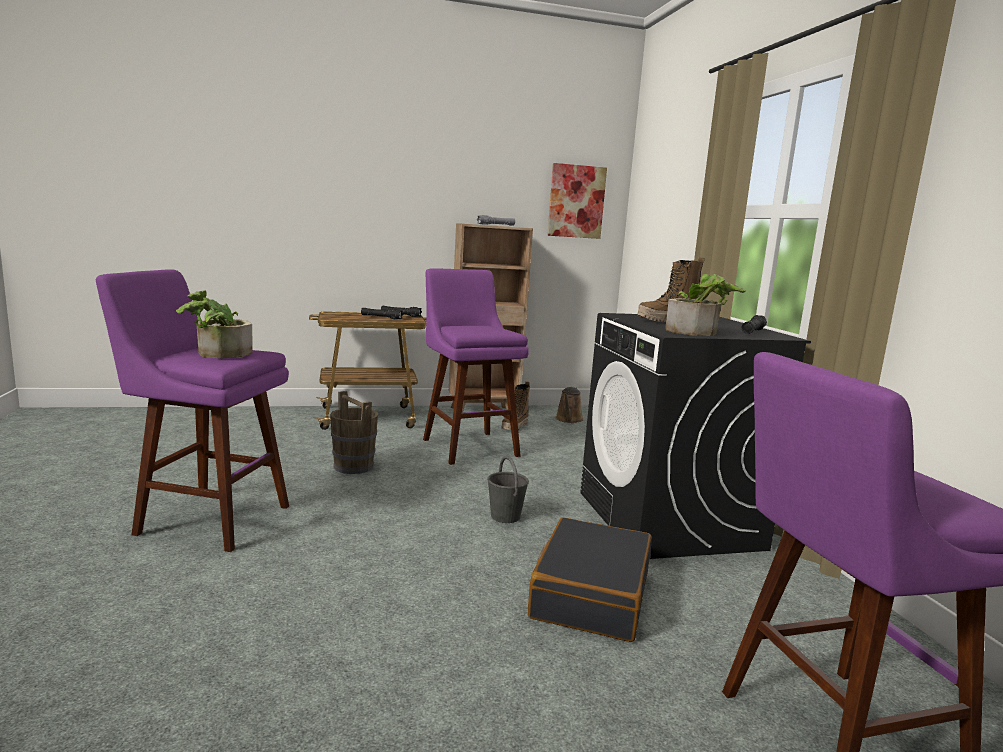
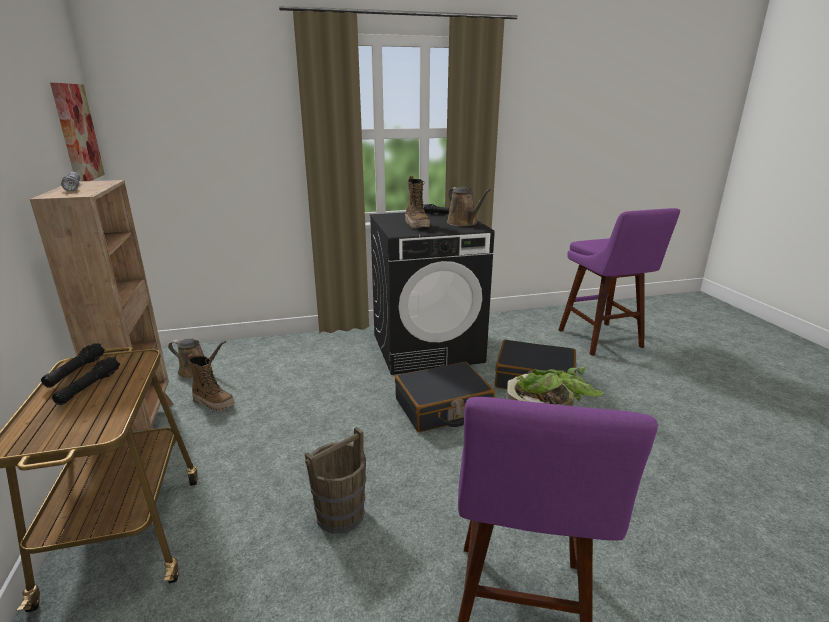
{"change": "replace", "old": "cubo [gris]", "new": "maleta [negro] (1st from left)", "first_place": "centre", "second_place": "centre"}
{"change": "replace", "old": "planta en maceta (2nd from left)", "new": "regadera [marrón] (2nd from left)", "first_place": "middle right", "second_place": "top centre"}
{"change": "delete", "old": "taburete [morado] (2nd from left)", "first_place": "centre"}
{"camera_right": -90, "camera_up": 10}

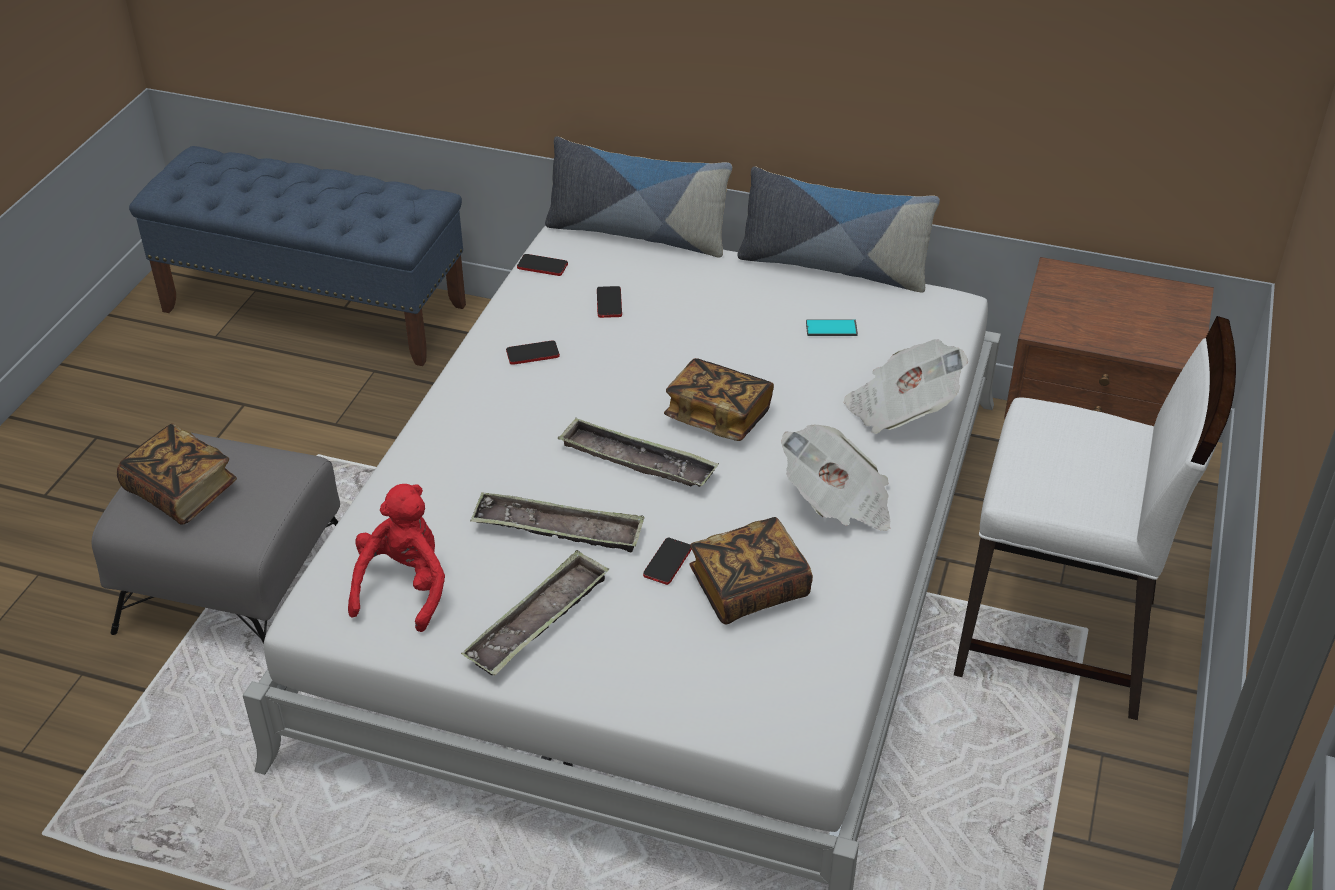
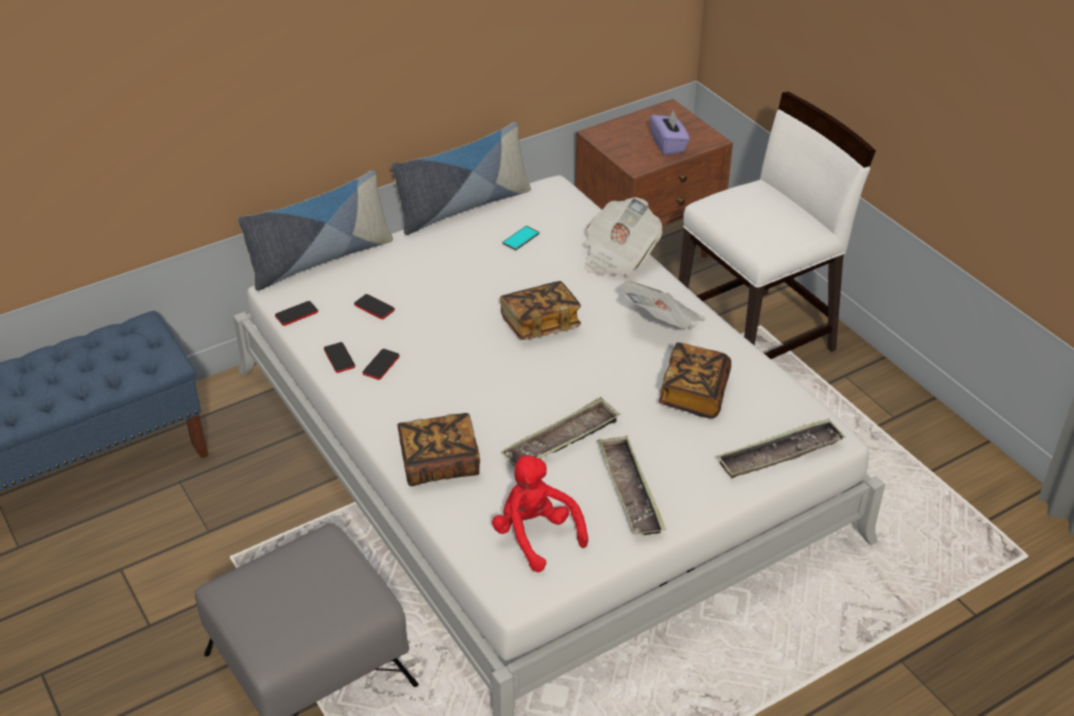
{"change": "move", "old": "móvil (4th from left in the first image)", "new": "móvil (2nd from left)", "first_place": "centre", "second_place": "middle left"}
{"change": "move", "old": "libro (1st from left)", "first_place": "middle left", "second_place": "centre"}
{"change": "insert", "new": "caja de pañuelos [morado]", "second_place": "top centre"}
{"change": "move", "old": "bandeja (3rd from left)", "first_place": "centre", "second_place": "middle right"}
{"camera_right": -50, "camera_up": 0}

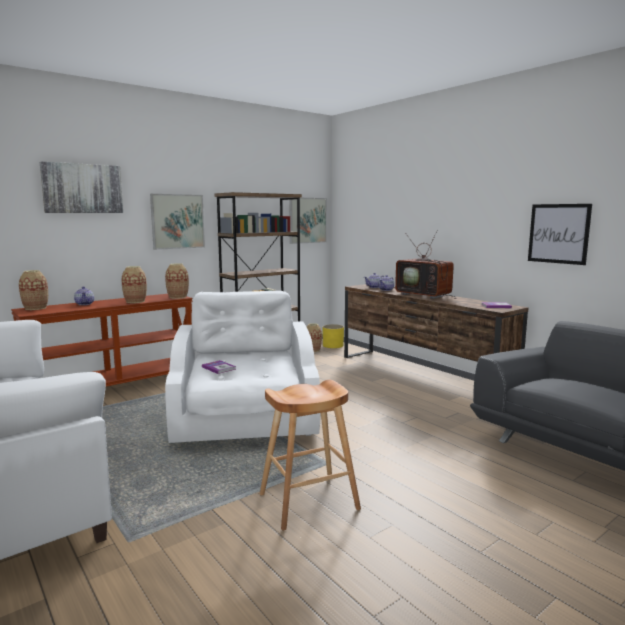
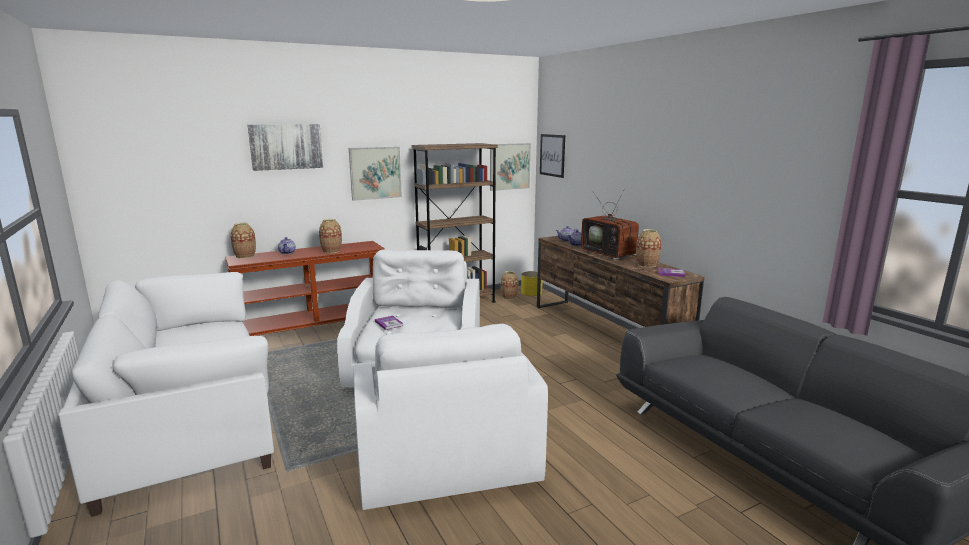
{"change": "replace", "old": "taburete [marrón]", "new": "sillón [blanco] (2nd from left)", "first_place": "bottom centre", "second_place": "bottom centre"}
{"change": "move", "old": "cuadro (4th from left)", "first_place": "middle right", "second_place": "top centre"}
{"change": "move", "old": "florero (3rd from left in the first image)", "new": "florero (4th from left)", "first_place": "middle left", "second_place": "middle right"}
{"camera_right": 10, "camera_up": 5}

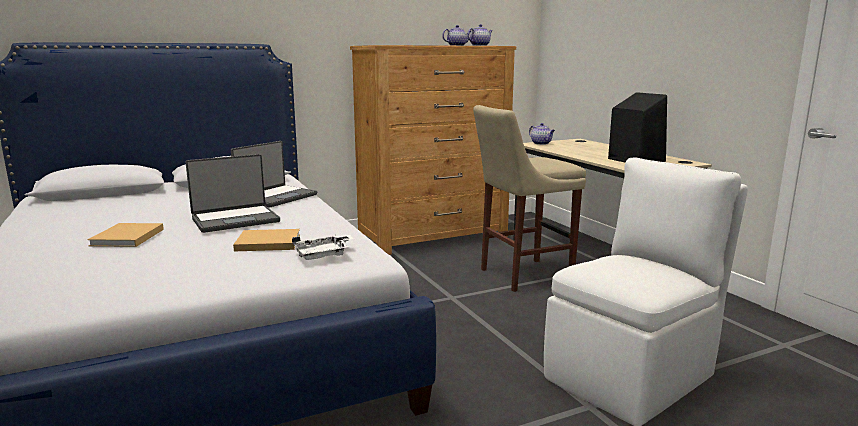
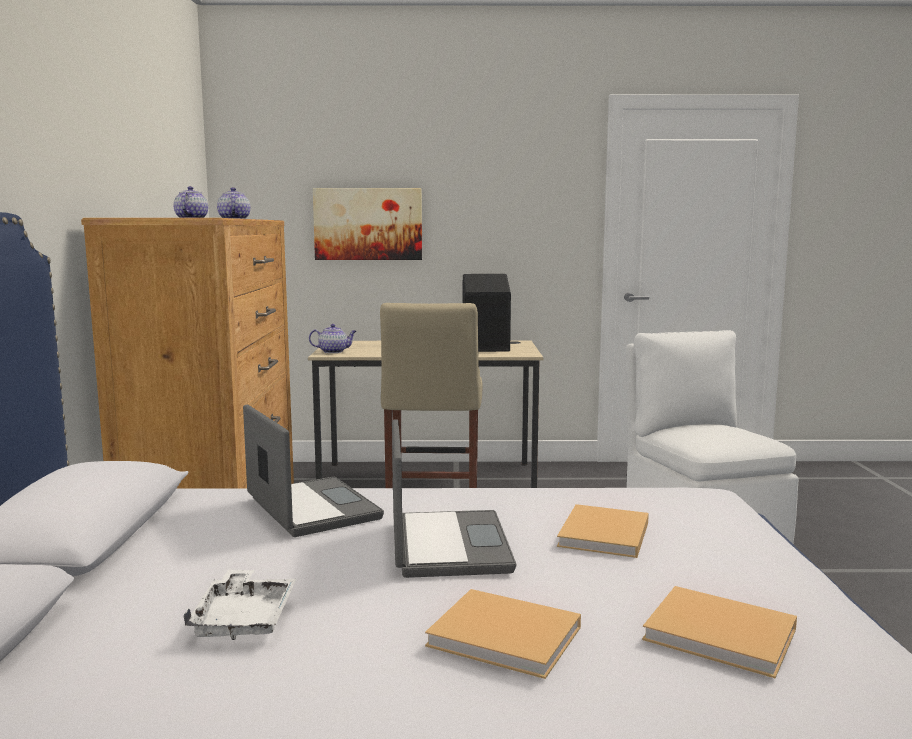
{"change": "move", "old": "bandeja [blanco]", "first_place": "centre", "second_place": "bottom left"}
{"change": "insert", "new": "cuadro", "second_place": "top centre"}
{"change": "insert", "new": "libro [beis] (3rd from left)", "second_place": "bottom right"}
{"camera_right": -65, "camera_up": -5}

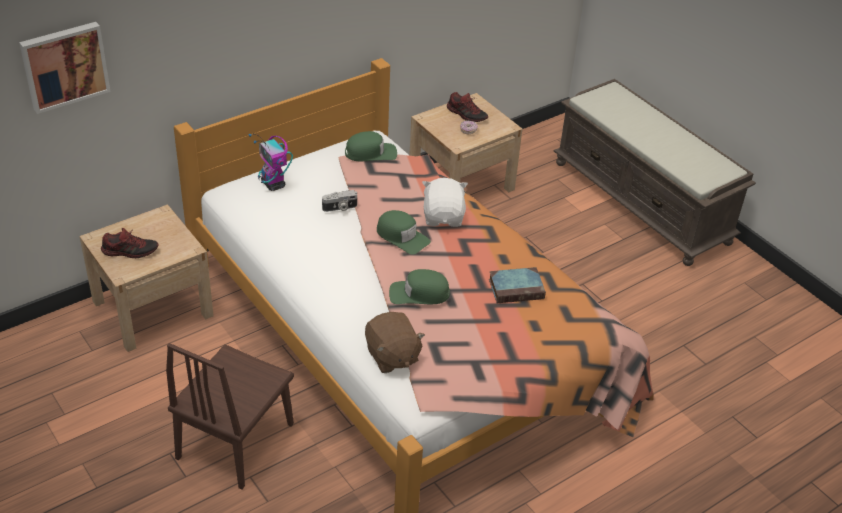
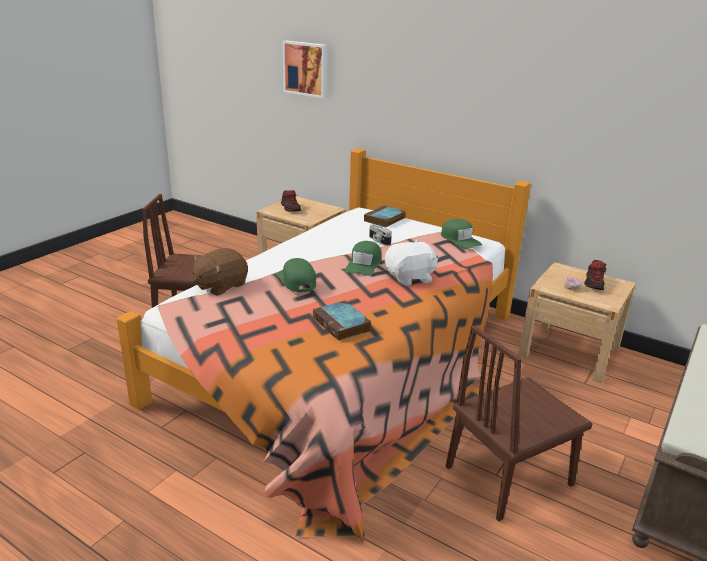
{"change": "replace", "old": "robot de juguete", "new": "libro (2nd from left)", "first_place": "top left", "second_place": "centre"}
{"change": "insert", "new": "silla [marrón] (2nd from left)", "second_place": "bottom right"}
{"camera_right": 70, "camera_up": -15}

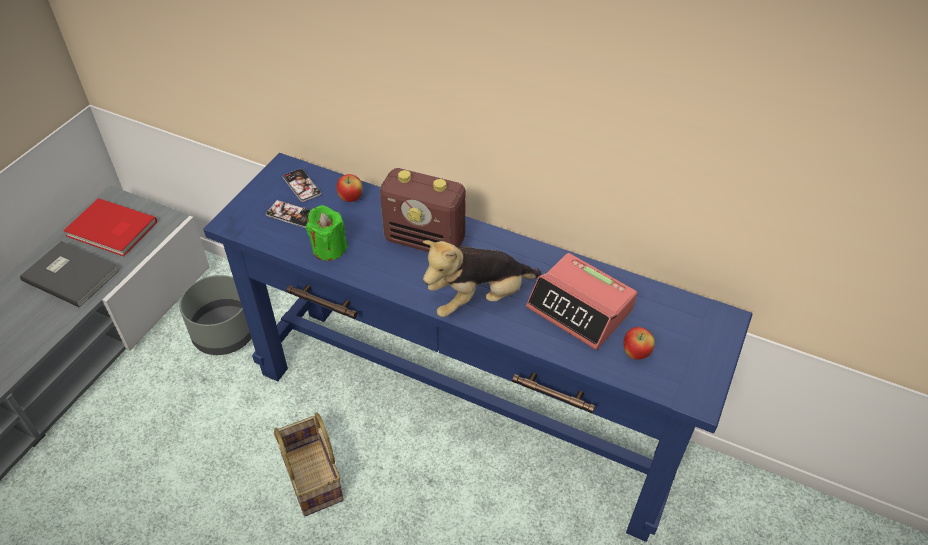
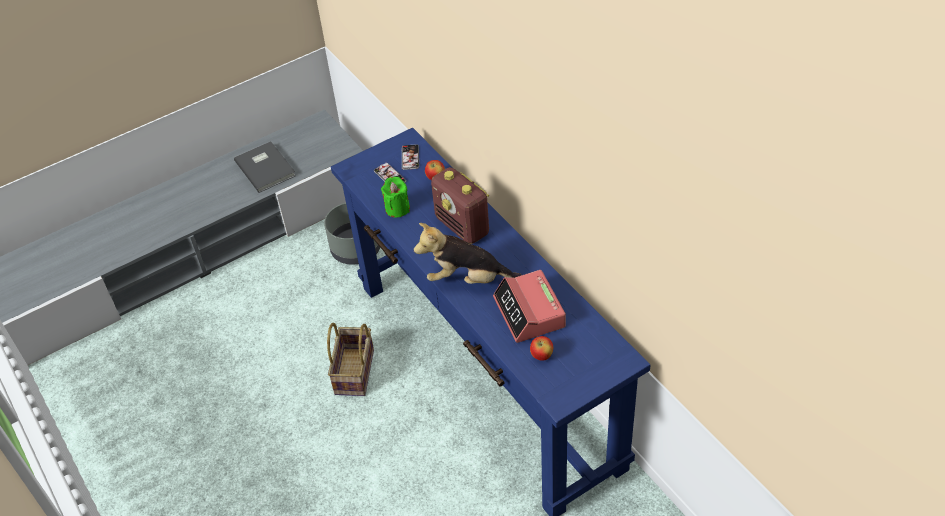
{"change": "delete", "old": "libro [rojo]", "first_place": "middle left"}
{"camera_right": 35, "camera_up": 0}

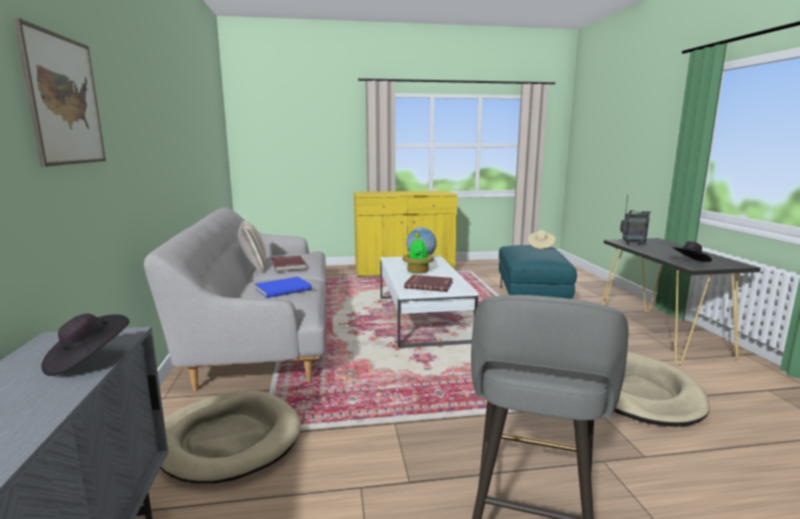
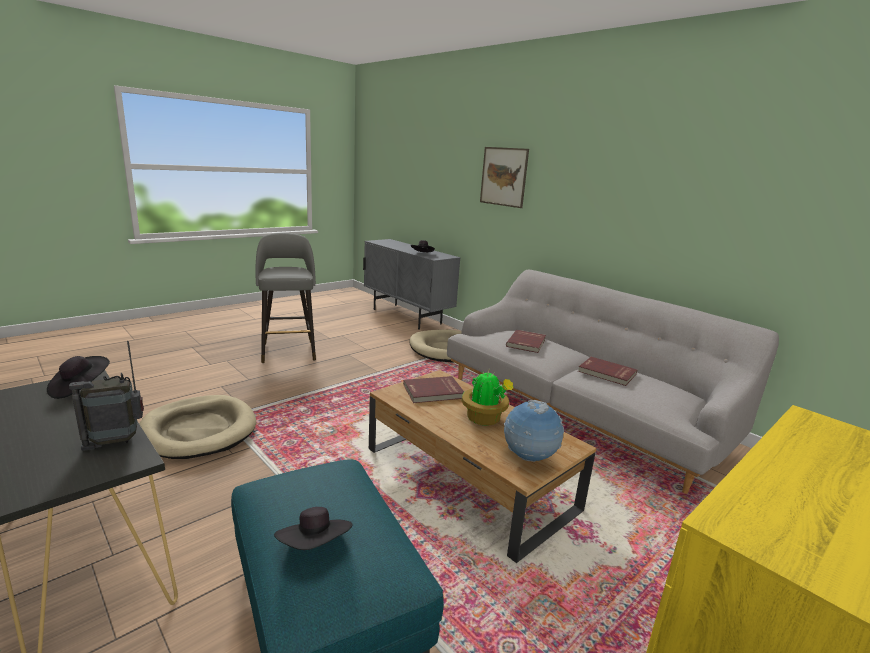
{"change": "recolor", "old": "sombrero [beis]", "new": "sombrero [negro] (2nd from left)", "first_place": "middle right", "second_place": "bottom centre"}
{"change": "recolor", "old": "mesa de centro [blanco]", "new": "mesa de centro [marrón]", "first_place": "centre", "second_place": "bottom centre"}
{"change": "recolor", "old": "libro [azul]", "new": "libro [rojo] (2nd from left)", "first_place": "centre", "second_place": "centre"}
{"change": "delete", "old": "cojín", "first_place": "middle left"}
{"camera_right": 145, "camera_up": 5}

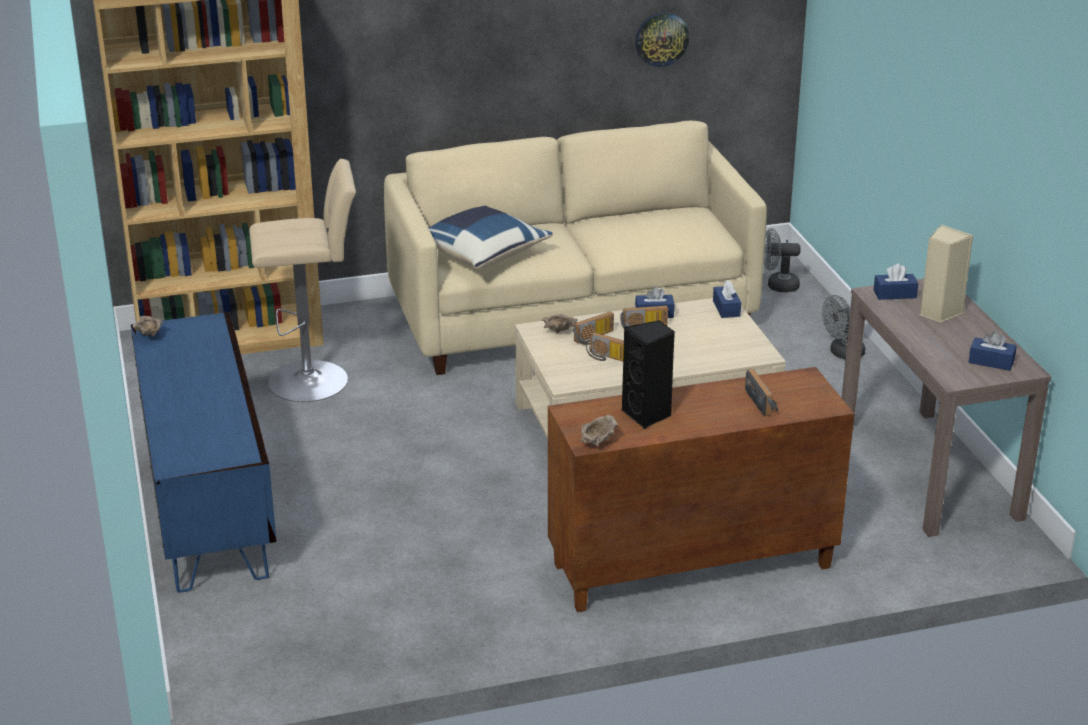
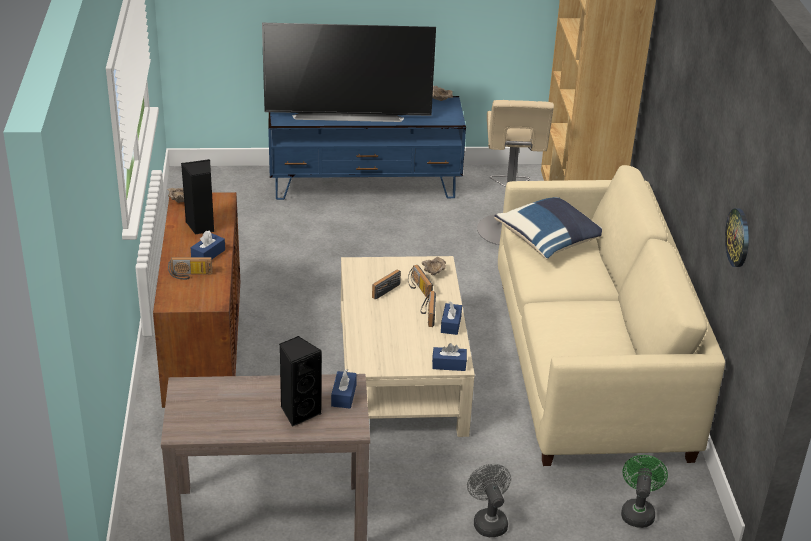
{"change": "move", "old": "caja de pañuelos [azul] (4th from left in the first image)", "new": "caja de pañuelos [azul] (1st from left)", "first_place": "middle right", "second_place": "middle left"}
{"change": "insert", "new": "televisor", "second_place": "top centre"}
{"change": "recolor", "old": "altavoz [beis]", "new": "altavoz [negro] (2nd from left)", "first_place": "middle right", "second_place": "bottom centre"}
{"change": "recolor", "old": "ventilador [gris] (1st from left)", "new": "ventilador [verde]", "first_place": "middle right", "second_place": "bottom right"}
{"camera_right": 100, "camera_up": 5}

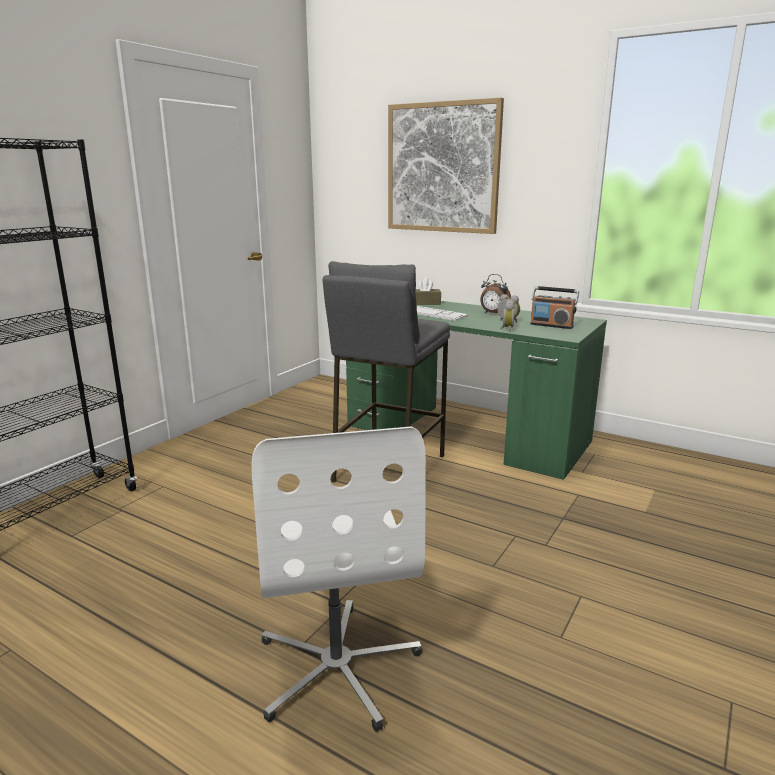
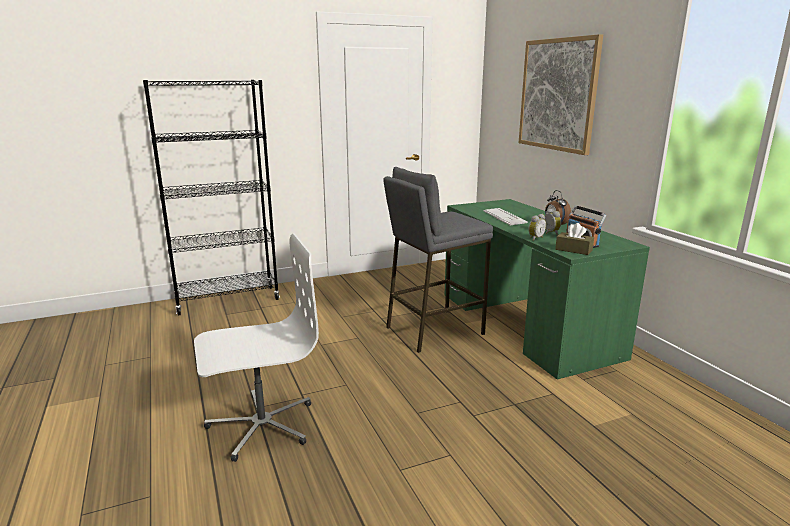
{"change": "rotate", "old": "silla de oficina [blanco]", "first_place": "bottom centre", "second_place": "middle left", "degrees": -135}
{"change": "move", "old": "caja de pañuelos [marrón]", "first_place": "centre", "second_place": "middle right"}
{"camera_right": 35, "camera_up": 0}

